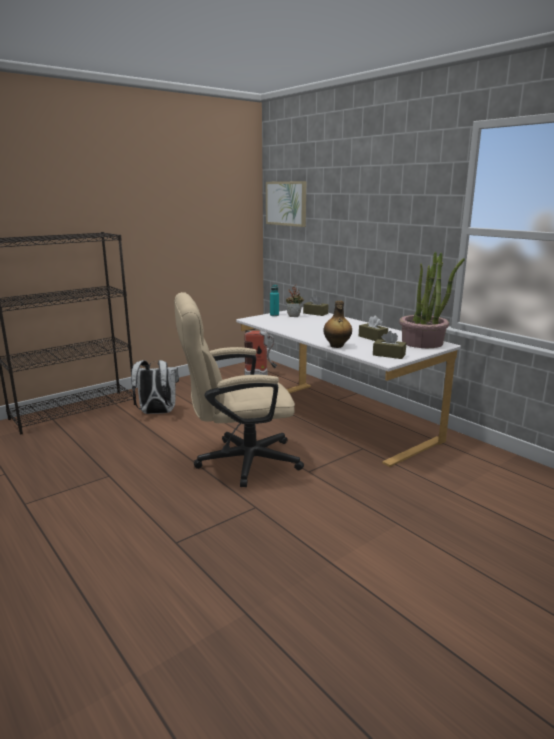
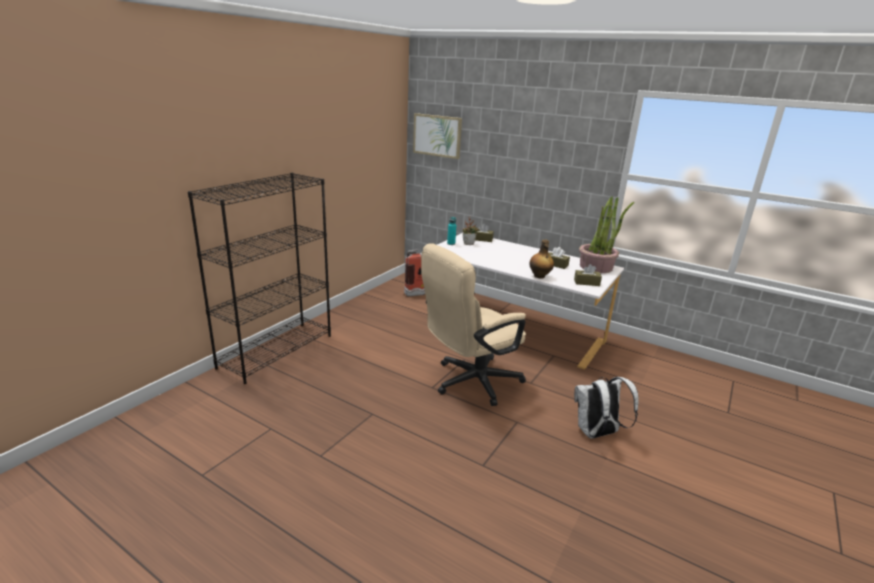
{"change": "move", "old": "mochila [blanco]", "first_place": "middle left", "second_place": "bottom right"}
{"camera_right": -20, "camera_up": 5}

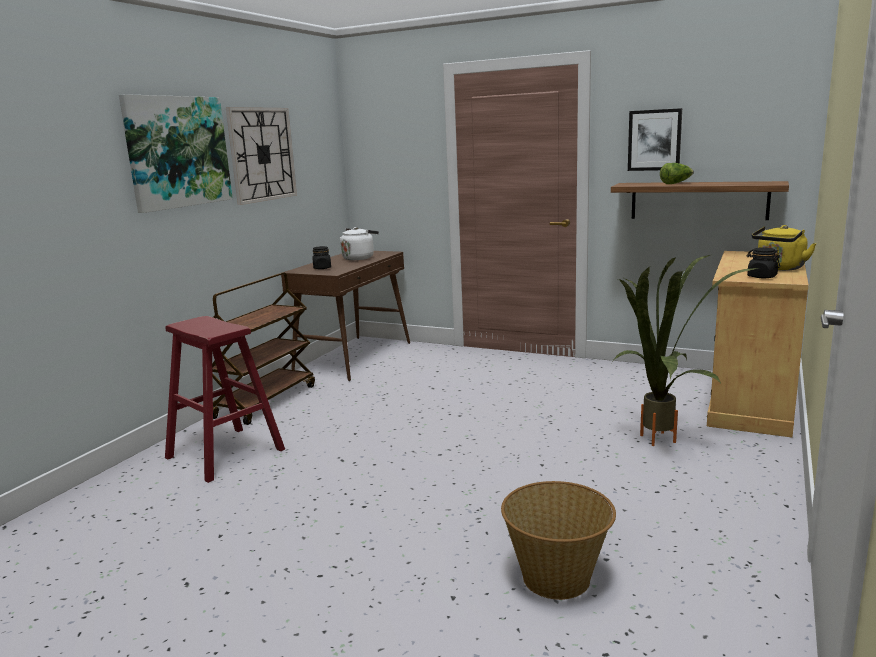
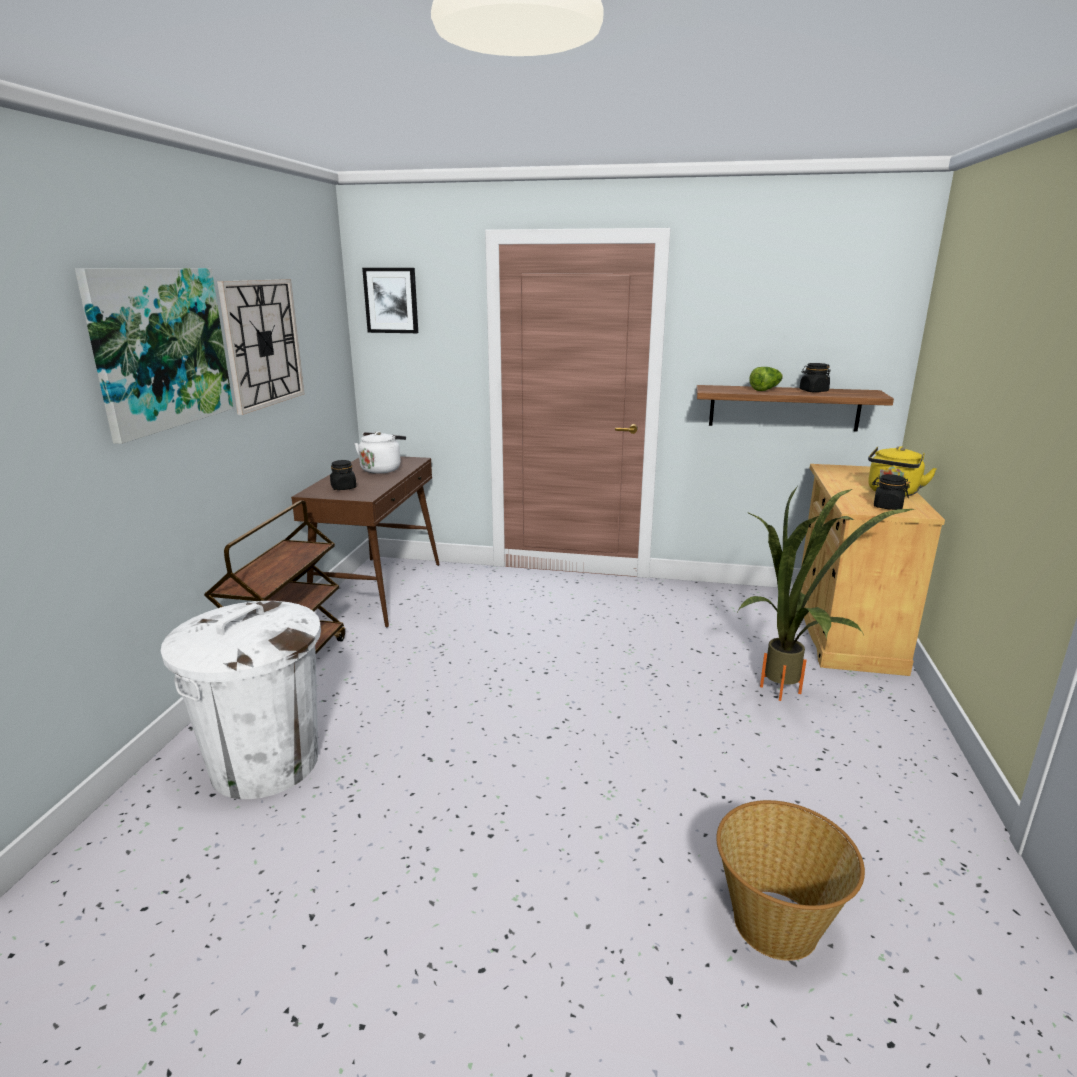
{"change": "replace", "old": "taburete [rojo]", "new": "papelera [blanco]", "first_place": "middle left", "second_place": "middle left"}
{"change": "move", "old": "cuadro (2nd from left)", "first_place": "top right", "second_place": "top centre"}
{"change": "insert", "new": "tarro [negro] (2nd from left)", "second_place": "middle right"}
{"camera_right": -15, "camera_up": 5}

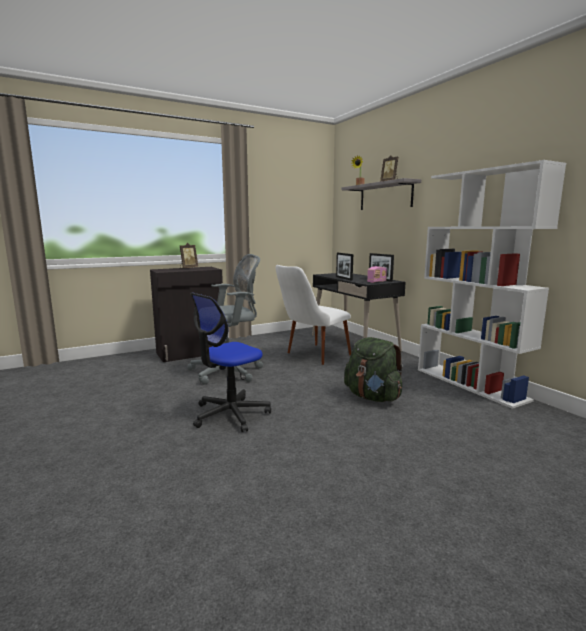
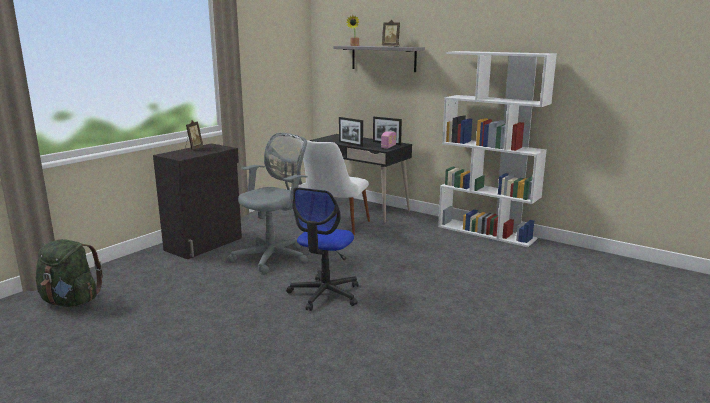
{"change": "move", "old": "mochila [verde]", "first_place": "centre", "second_place": "bottom left"}
{"camera_right": -25, "camera_up": 5}

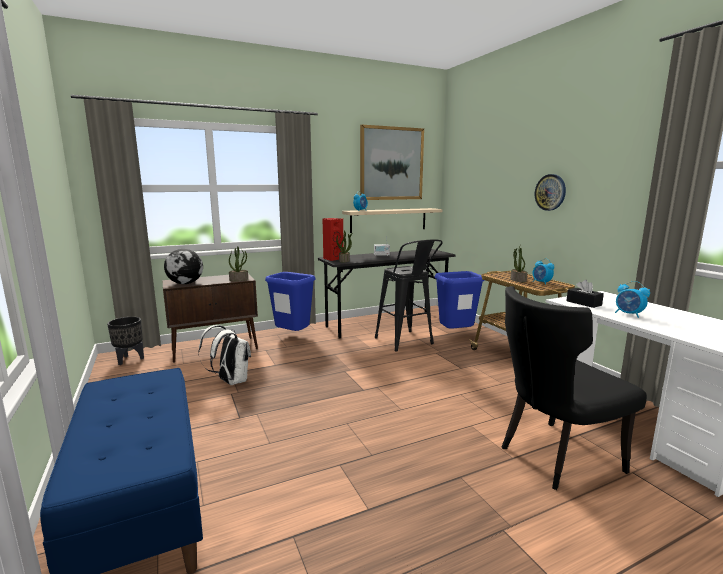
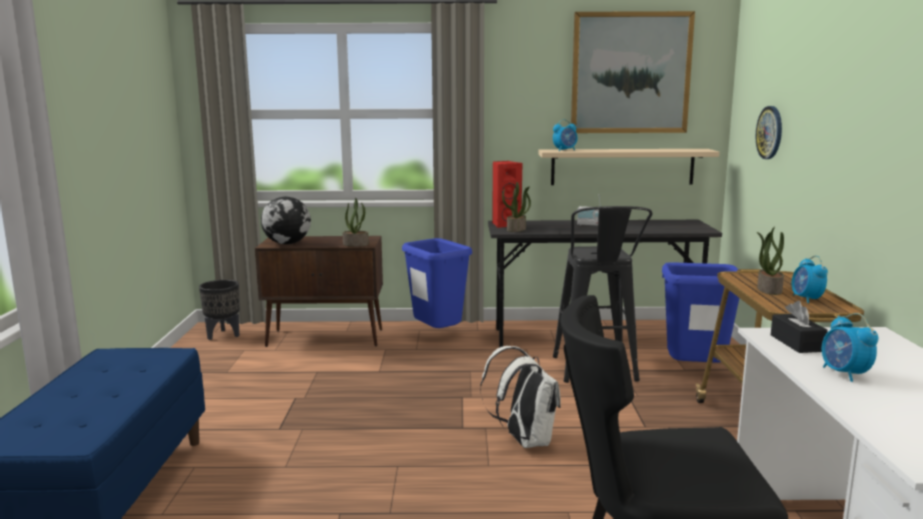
{"change": "move", "old": "mochila [blanco]", "first_place": "middle left", "second_place": "bottom centre"}
{"change": "move", "old": "reloj de pared", "first_place": "middle right", "second_place": "top right"}
{"camera_right": 25, "camera_up": 0}

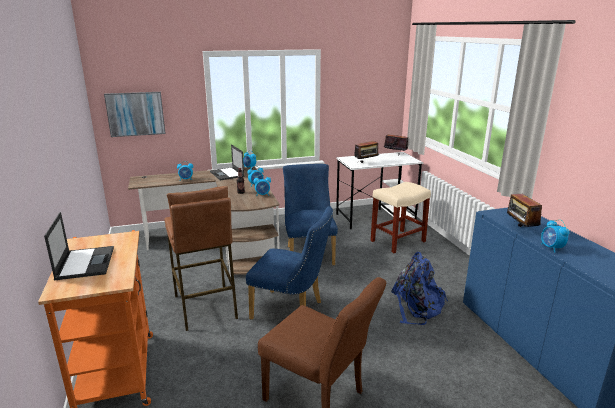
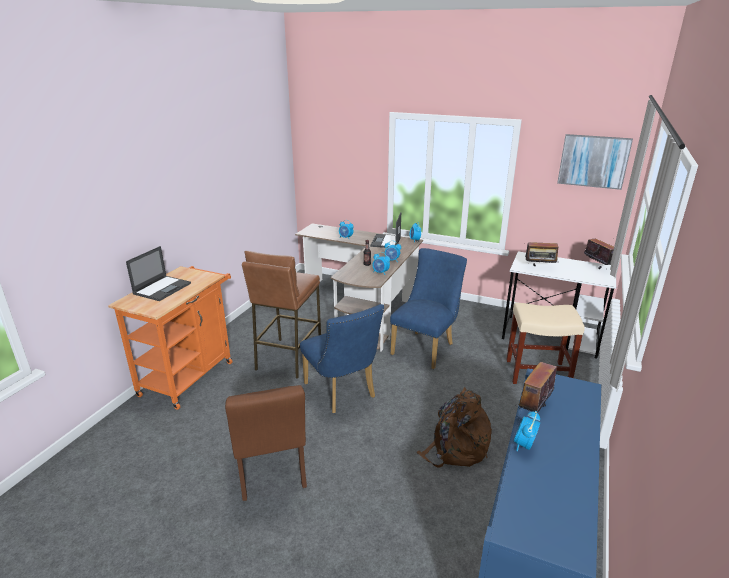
{"change": "recolor", "old": "mochila [azul]", "new": "mochila [marrón]", "first_place": "bottom right", "second_place": "bottom centre"}
{"change": "move", "old": "cuadro", "first_place": "top left", "second_place": "top right"}
{"camera_right": 40, "camera_up": 5}

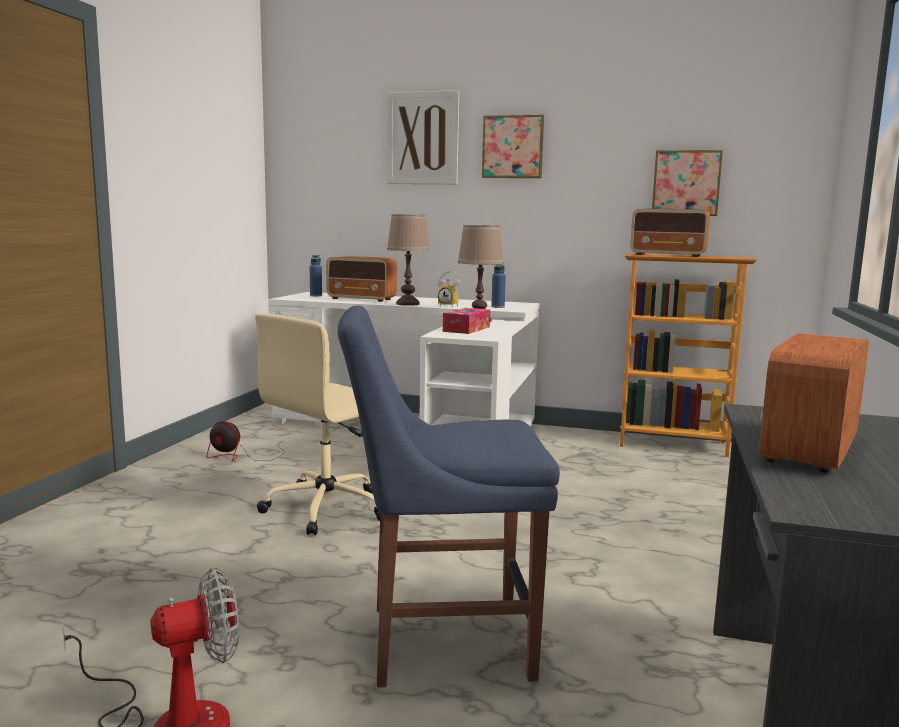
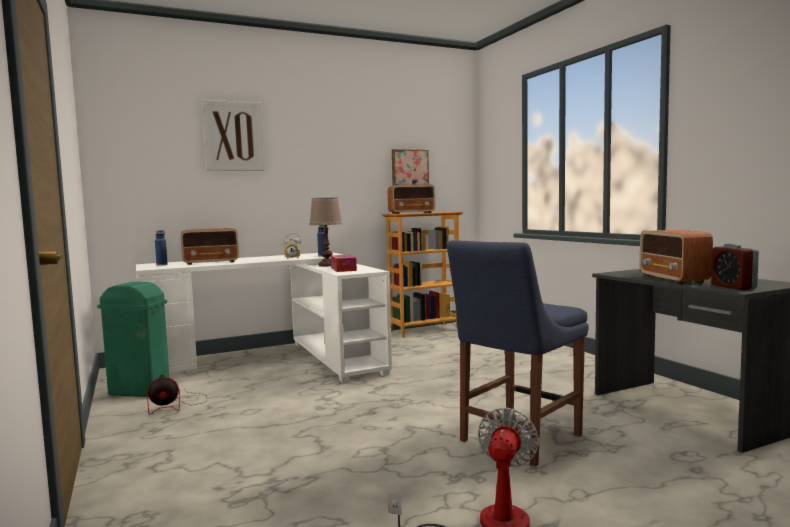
{"change": "insert", "new": "papelera [verde]", "second_place": "middle left"}
{"change": "insert", "new": "despertador (2nd from left)", "second_place": "middle right"}
{"change": "delete", "old": "silla de oficina [beis]", "first_place": "centre"}
{"change": "delete", "old": "lámpara de mesa [marrón] (1st from left)", "first_place": "centre"}
{"change": "delete", "old": "cuadro (2nd from left)", "first_place": "top centre"}
{"camera_right": -40, "camera_up": -5}

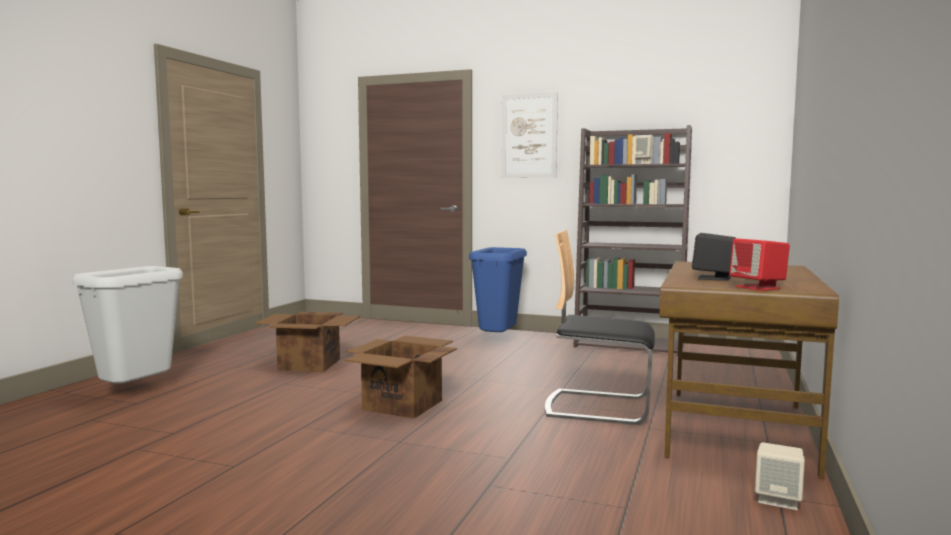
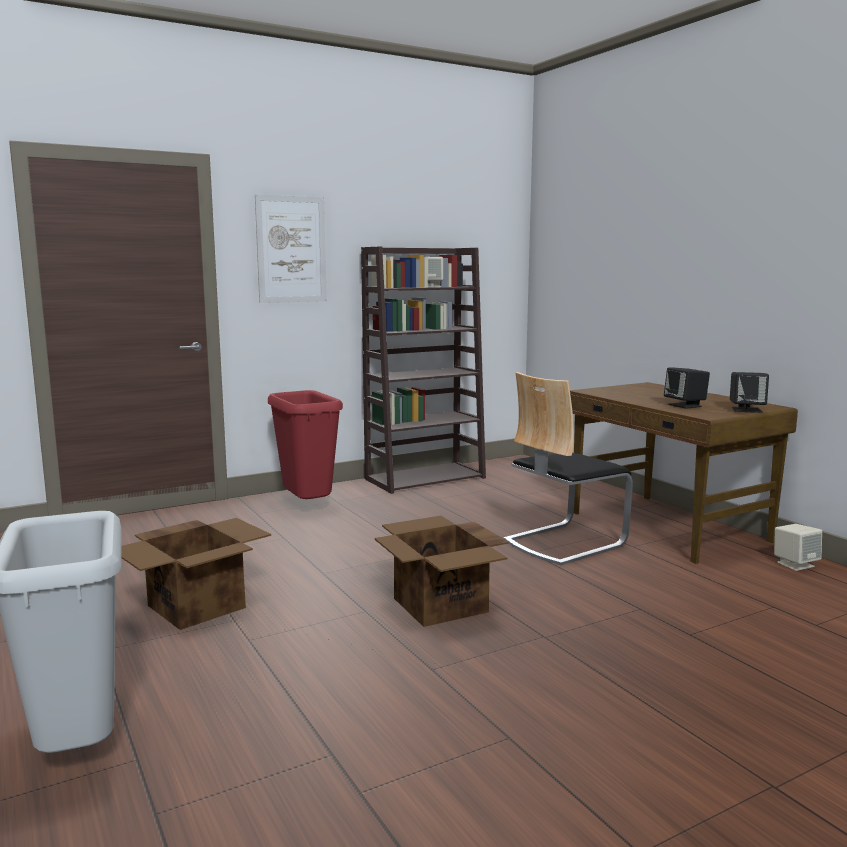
{"change": "recolor", "old": "papelera [azul]", "new": "papelera [rojo]", "first_place": "centre", "second_place": "centre"}
{"change": "recolor", "old": "altavoz [rojo]", "new": "altavoz [negro] (2nd from left)", "first_place": "middle right", "second_place": "middle right"}
{"camera_right": -50, "camera_up": 5}

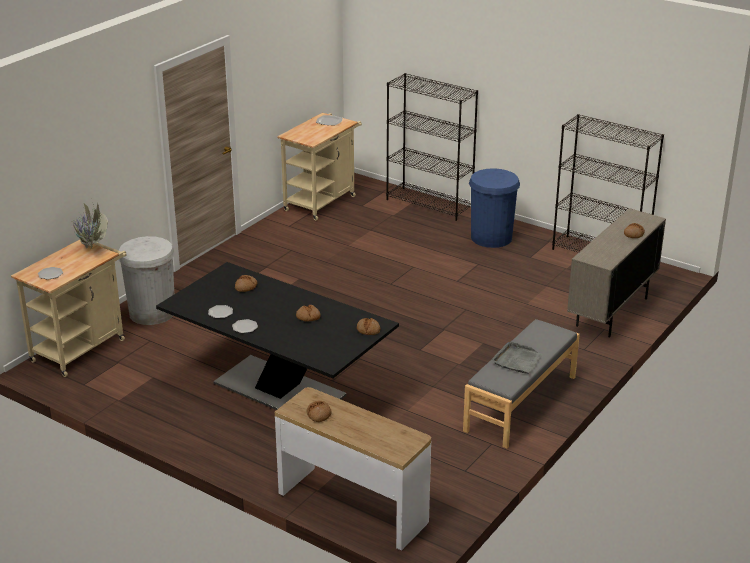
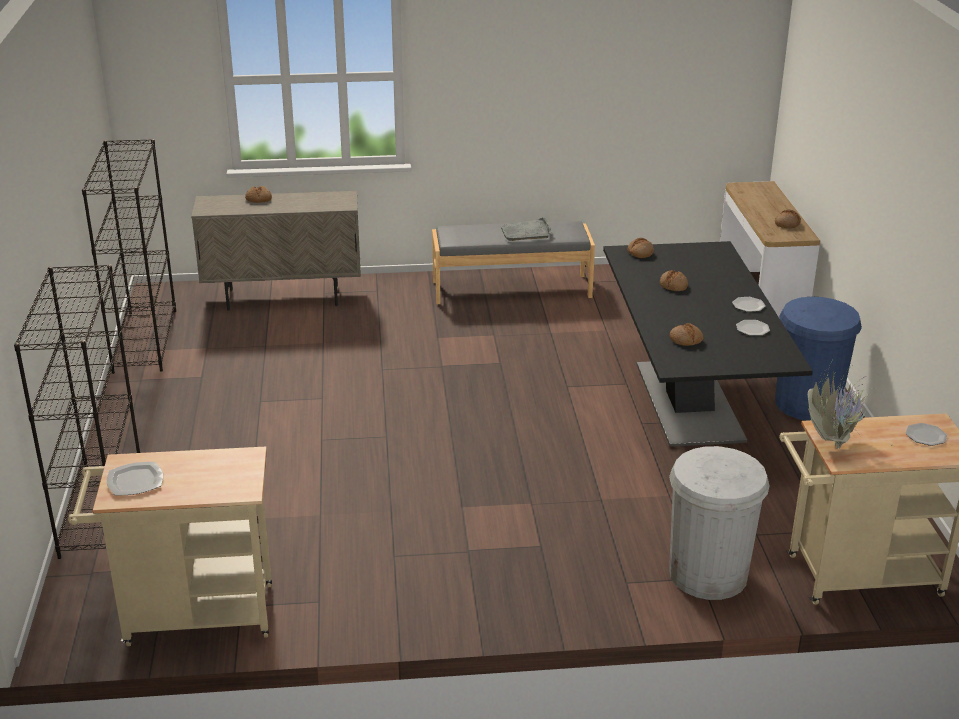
{"change": "move", "old": "papelera [azul]", "first_place": "centre", "second_place": "middle right"}
{"camera_right": -130, "camera_up": 0}

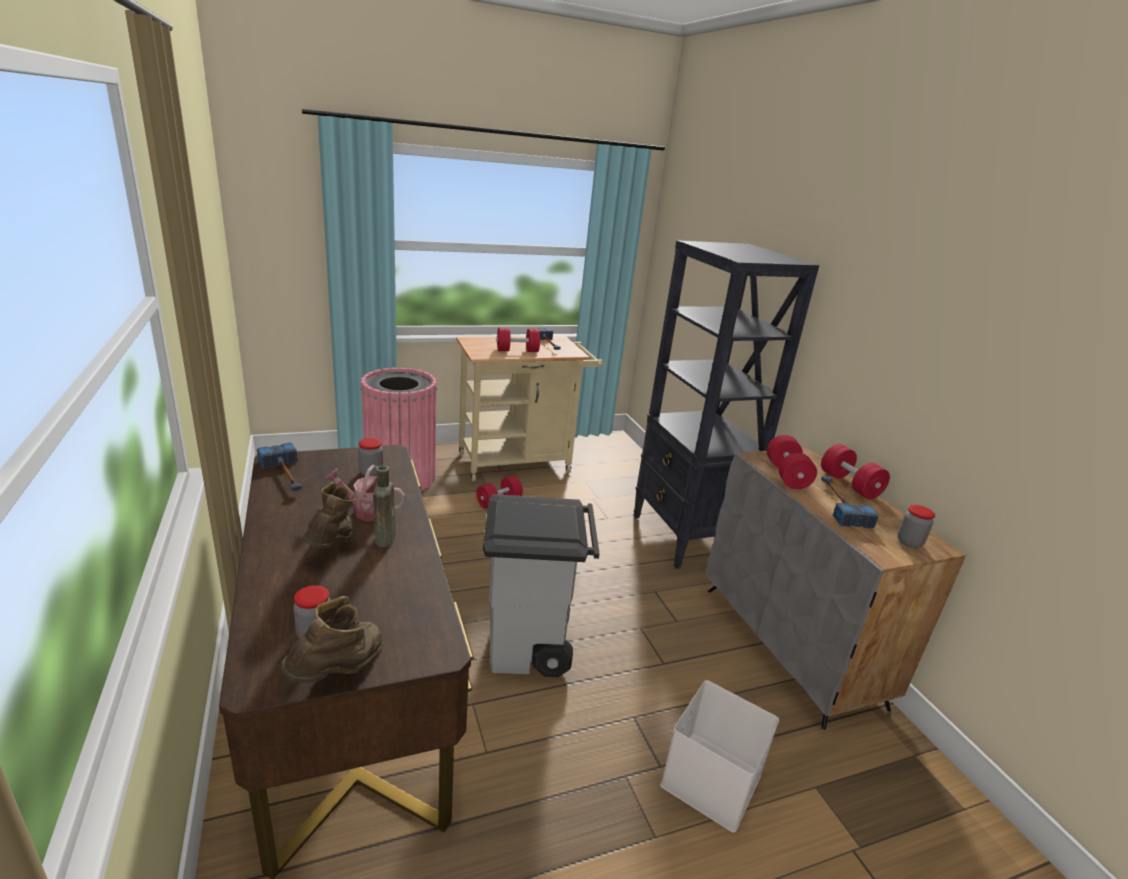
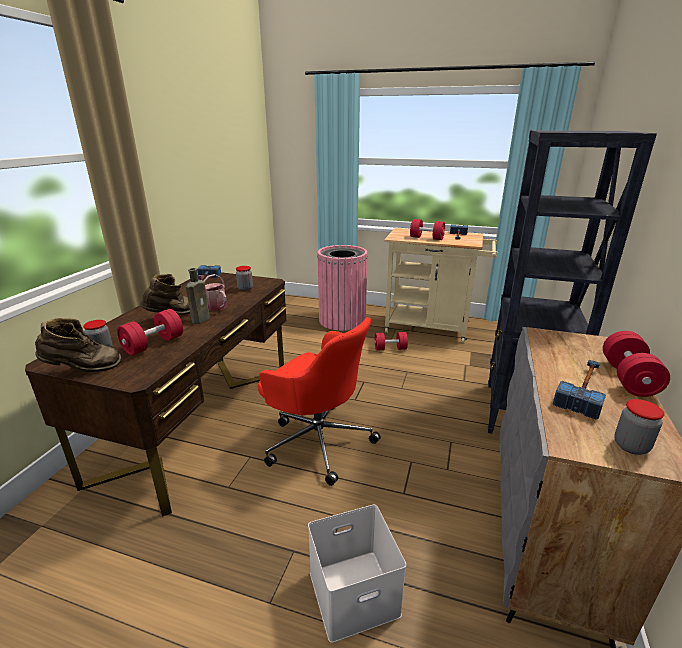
{"change": "move", "old": "mancuerna [rojo] (3rd from left in the first image)", "new": "mancuerna [rojo] (1st from left)", "first_place": "middle right", "second_place": "middle left"}
{"change": "replace", "old": "papelera [gris]", "new": "silla de oficina [rojo]", "first_place": "centre", "second_place": "centre"}
{"camera_right": 40, "camera_up": 0}

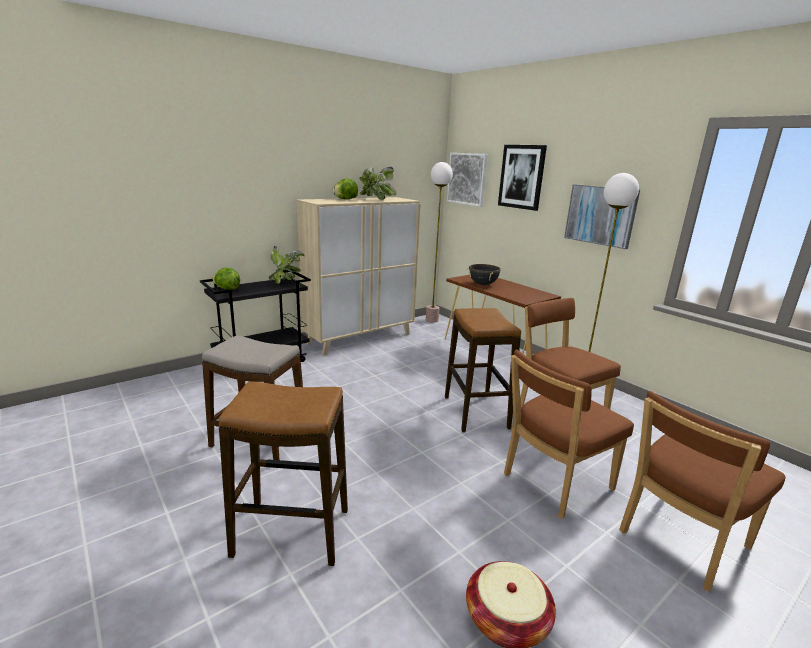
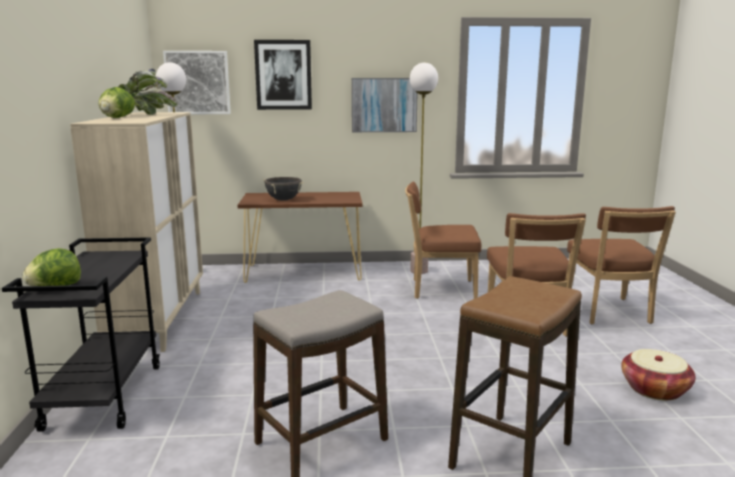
{"change": "delete", "old": "planta en maceta (1st from left)", "first_place": "centre"}
{"change": "delete", "old": "taburete (3rd from left)", "first_place": "centre"}
{"camera_right": -55, "camera_up": -5}

